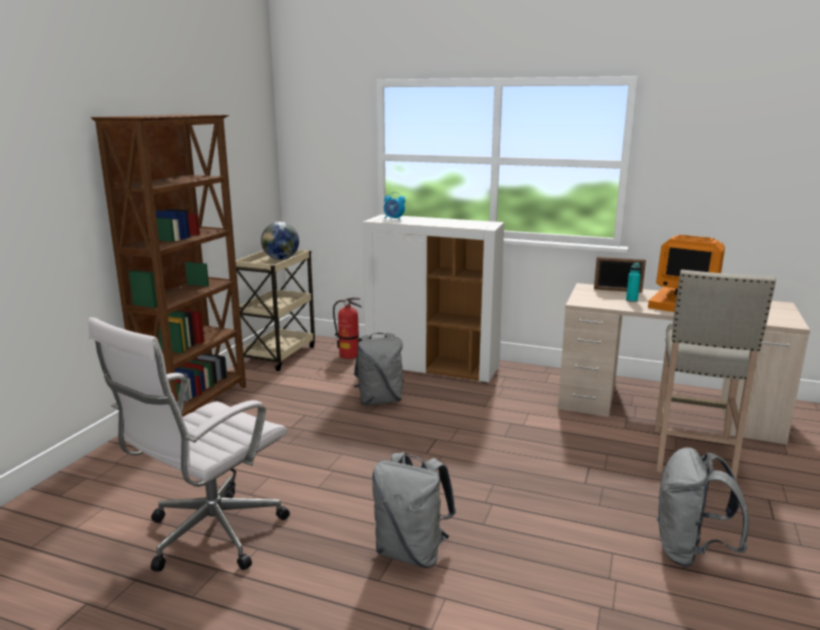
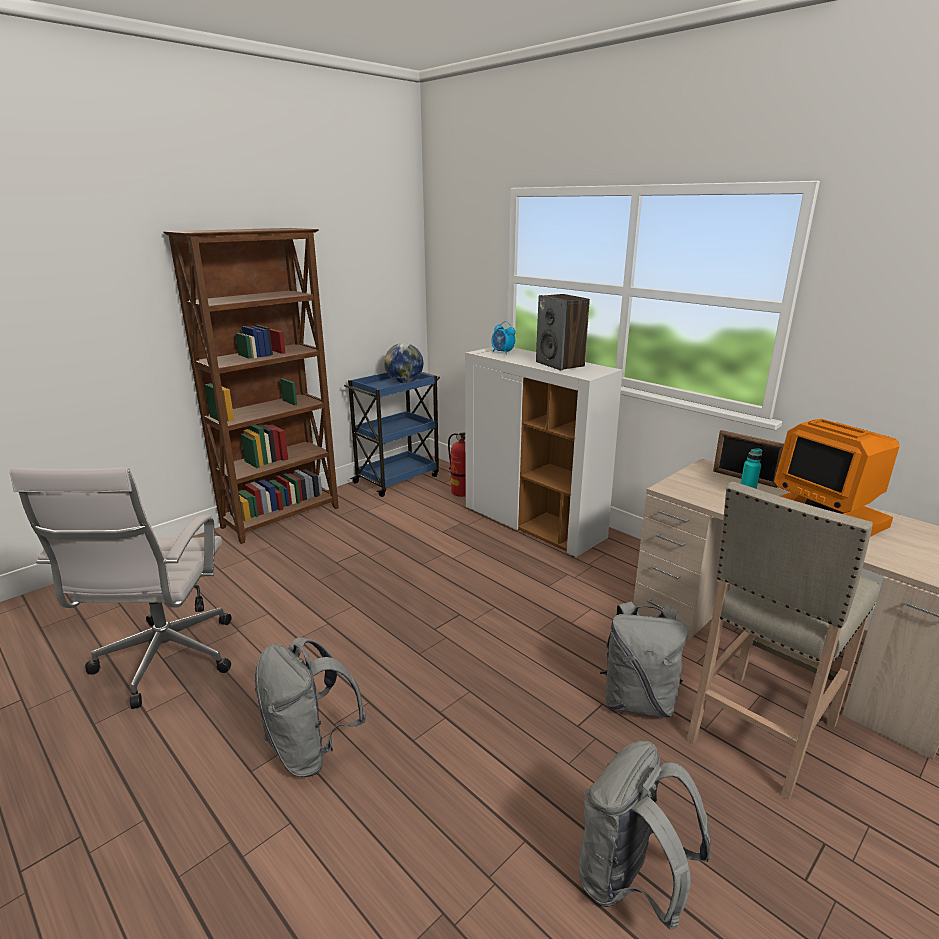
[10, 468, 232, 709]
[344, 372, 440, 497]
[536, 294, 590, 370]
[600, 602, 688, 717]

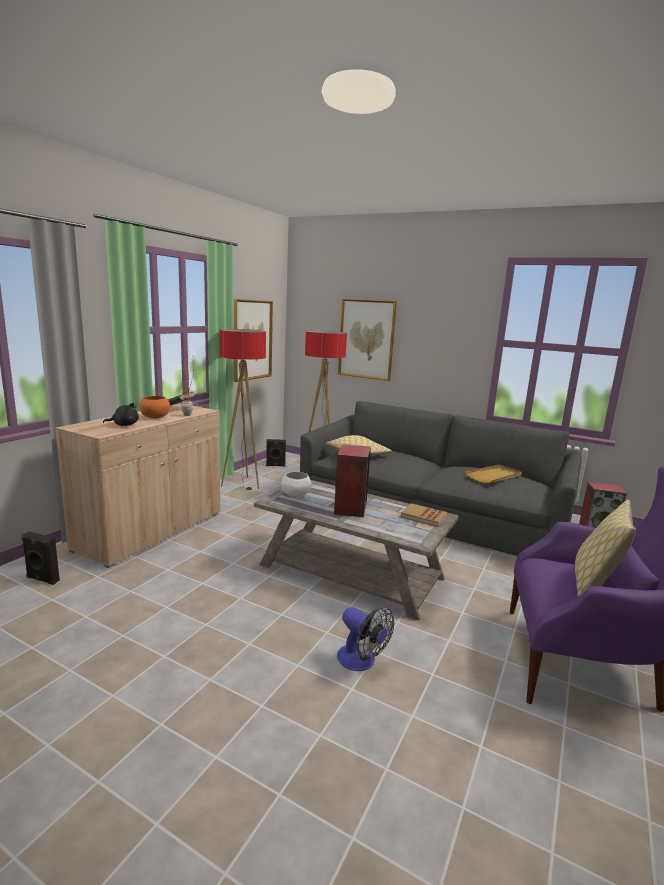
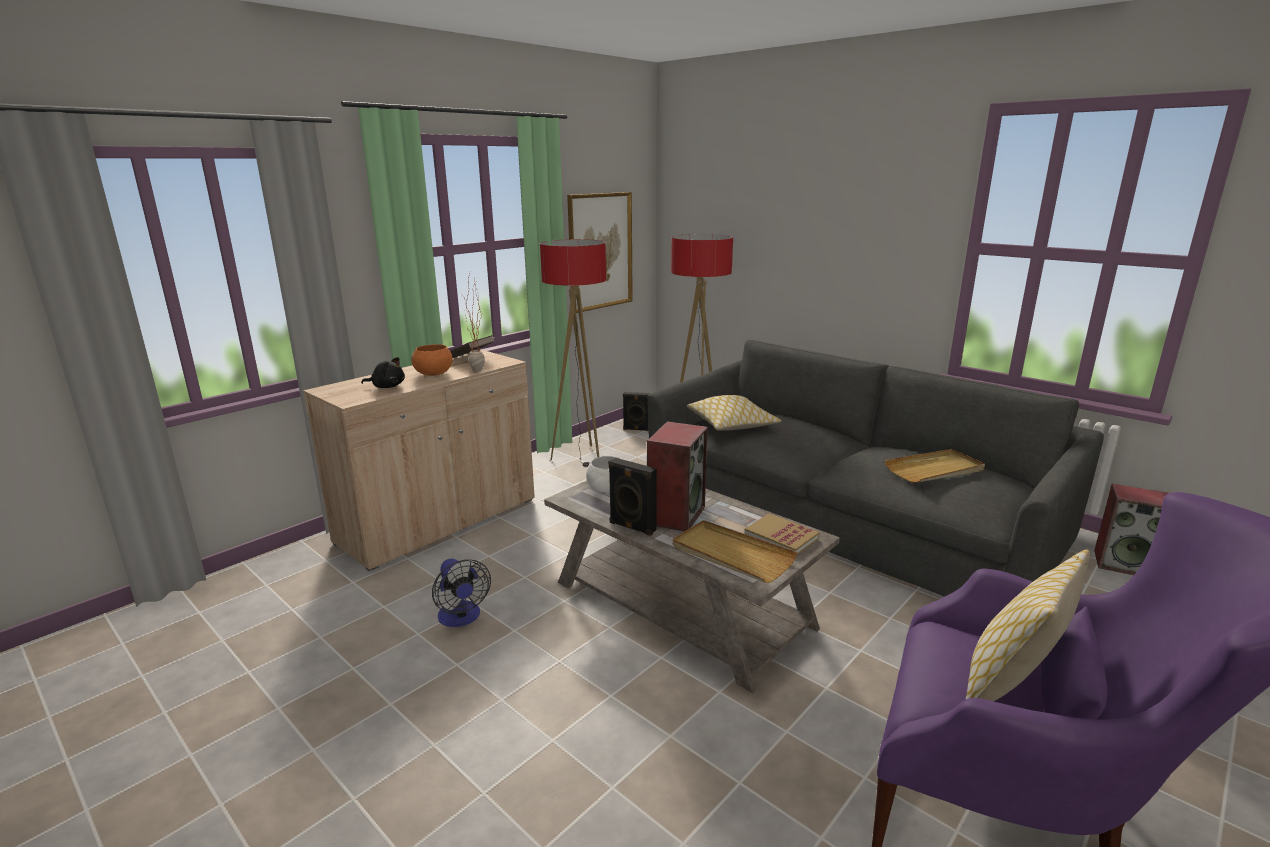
[432, 559, 491, 627]
[608, 458, 657, 536]
[673, 520, 798, 583]
[338, 298, 397, 381] (first image)

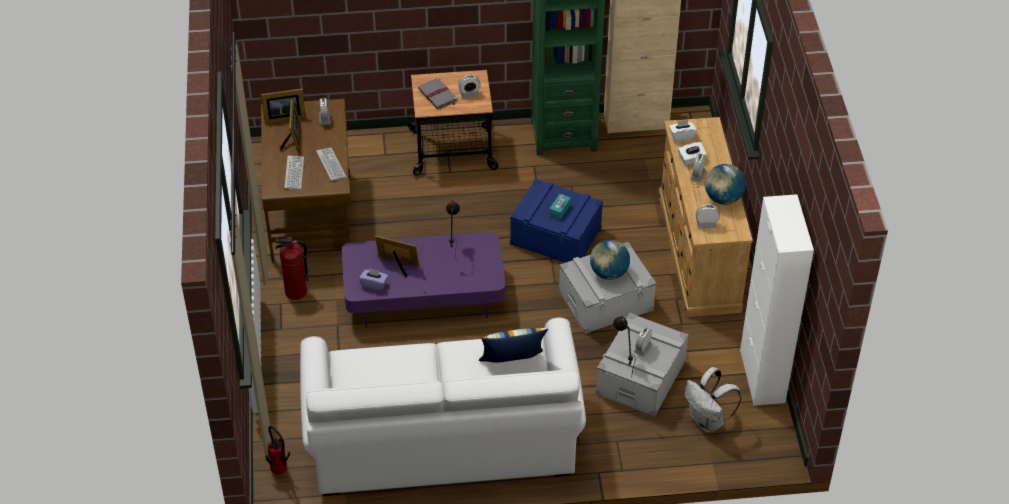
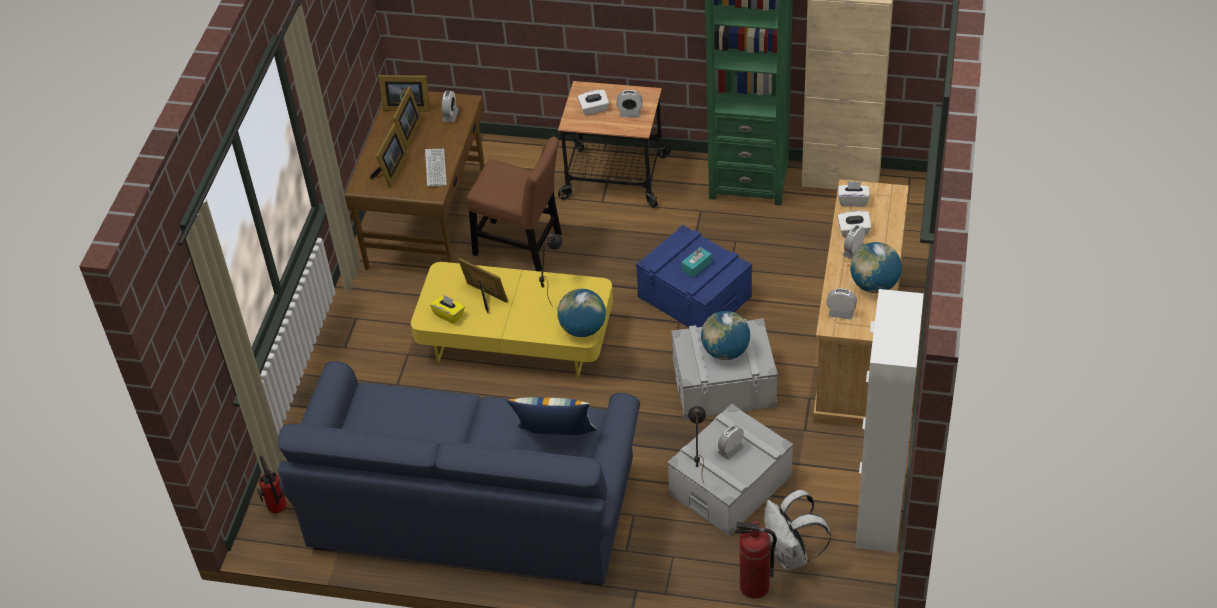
[278, 361, 640, 586]
[370, 123, 408, 188]
[411, 262, 613, 379]
[430, 295, 465, 324]
[467, 136, 562, 272]
[557, 289, 606, 337]
[578, 90, 609, 115]
[734, 521, 777, 599]

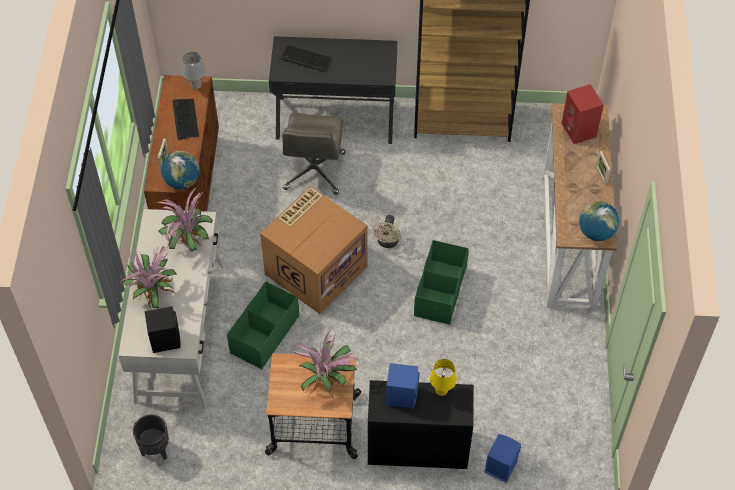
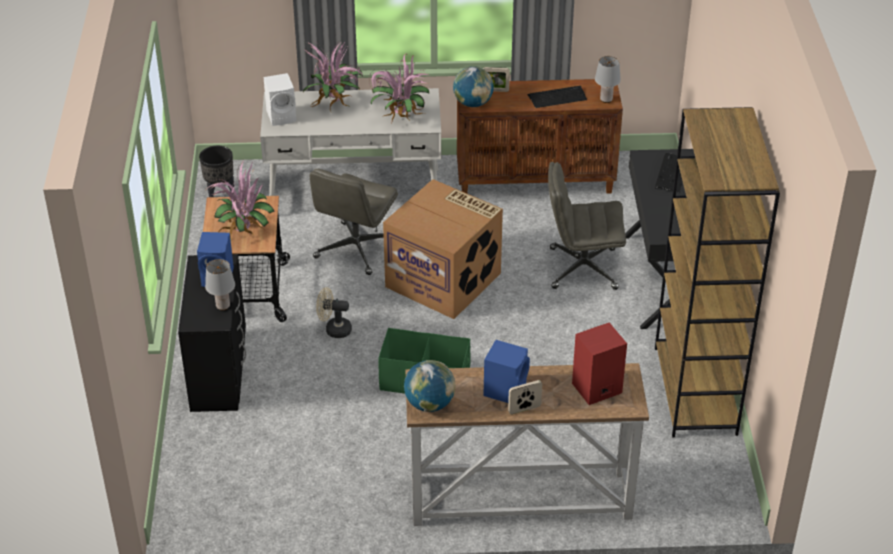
[205, 259, 235, 310]
[264, 73, 296, 126]
[310, 169, 398, 275]
[316, 287, 352, 338]
[483, 340, 530, 403]

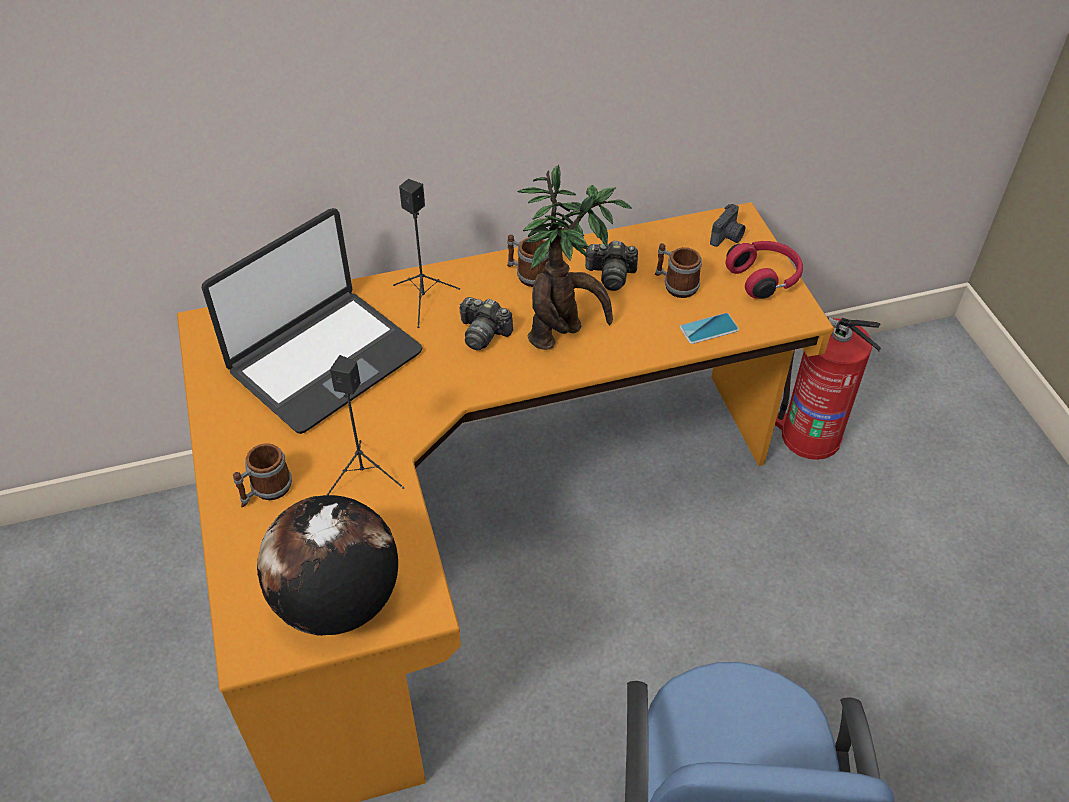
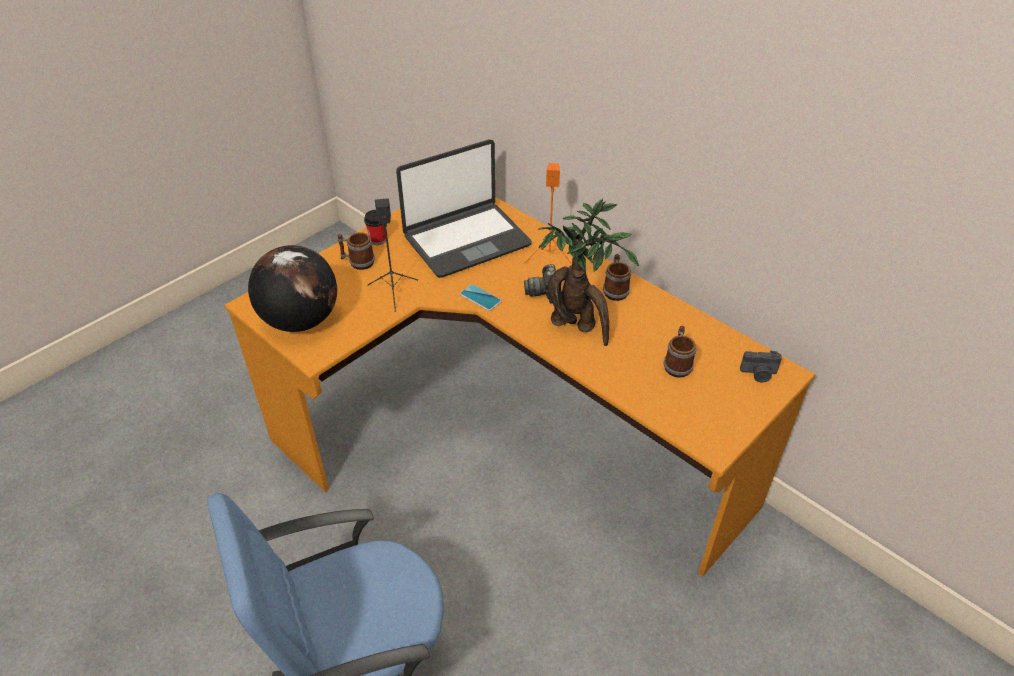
[364, 210, 386, 245]
[396, 140, 532, 278]
[460, 284, 502, 311]
[524, 163, 572, 265]
[585, 240, 638, 291] (first image)
[726, 241, 803, 299] (first image)
[775, 317, 881, 460] (first image)

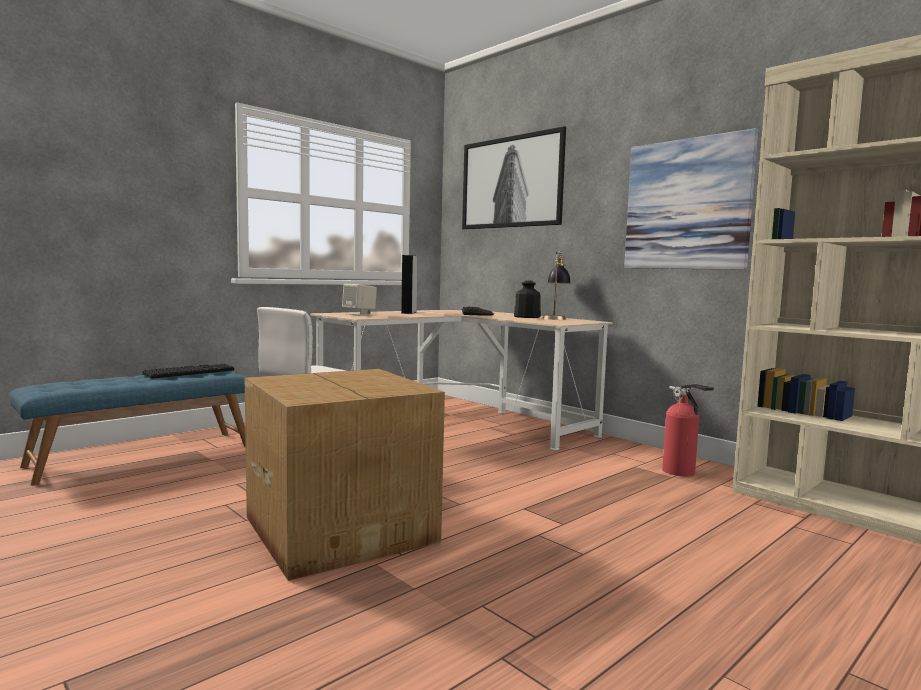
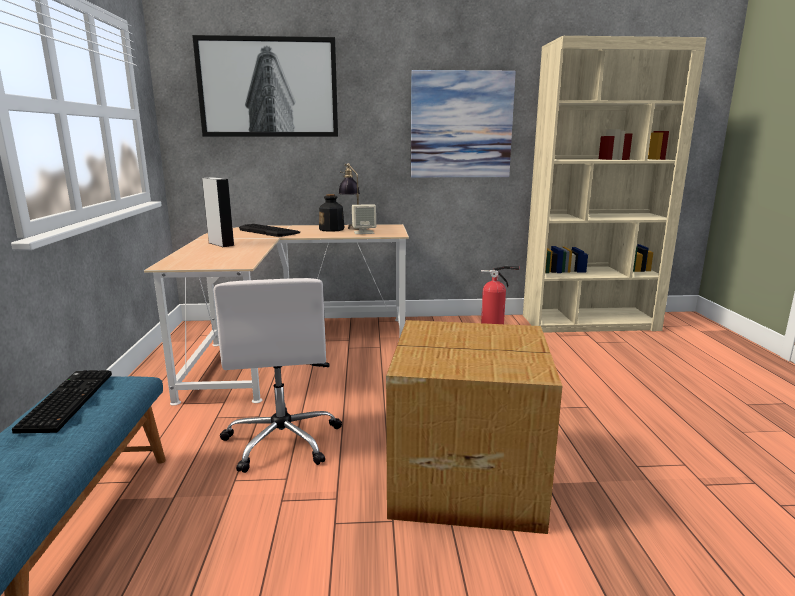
[352, 204, 376, 234]

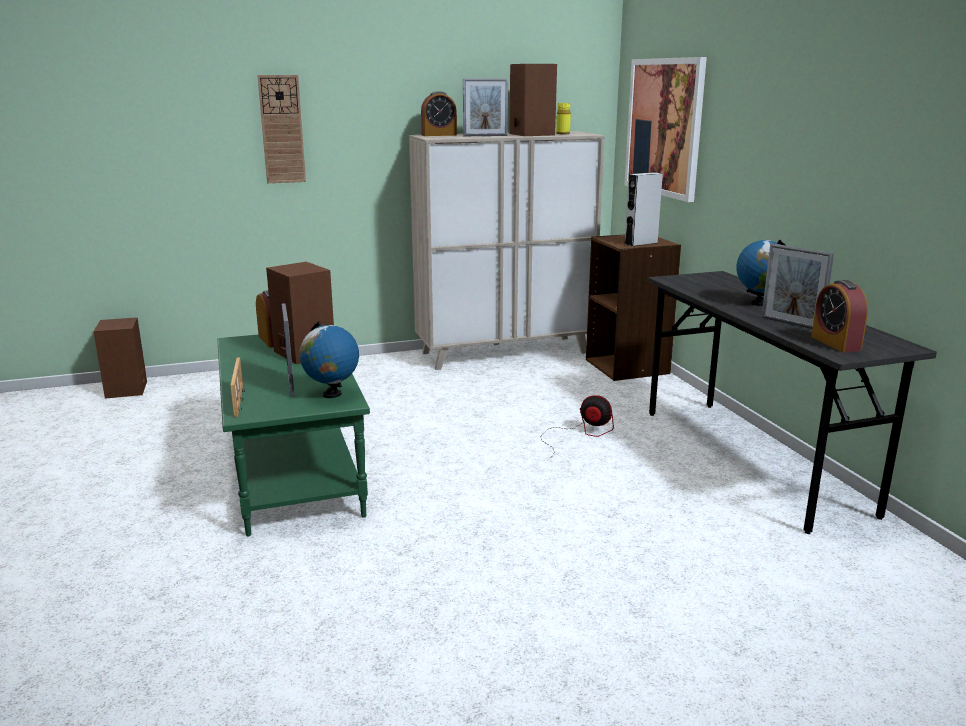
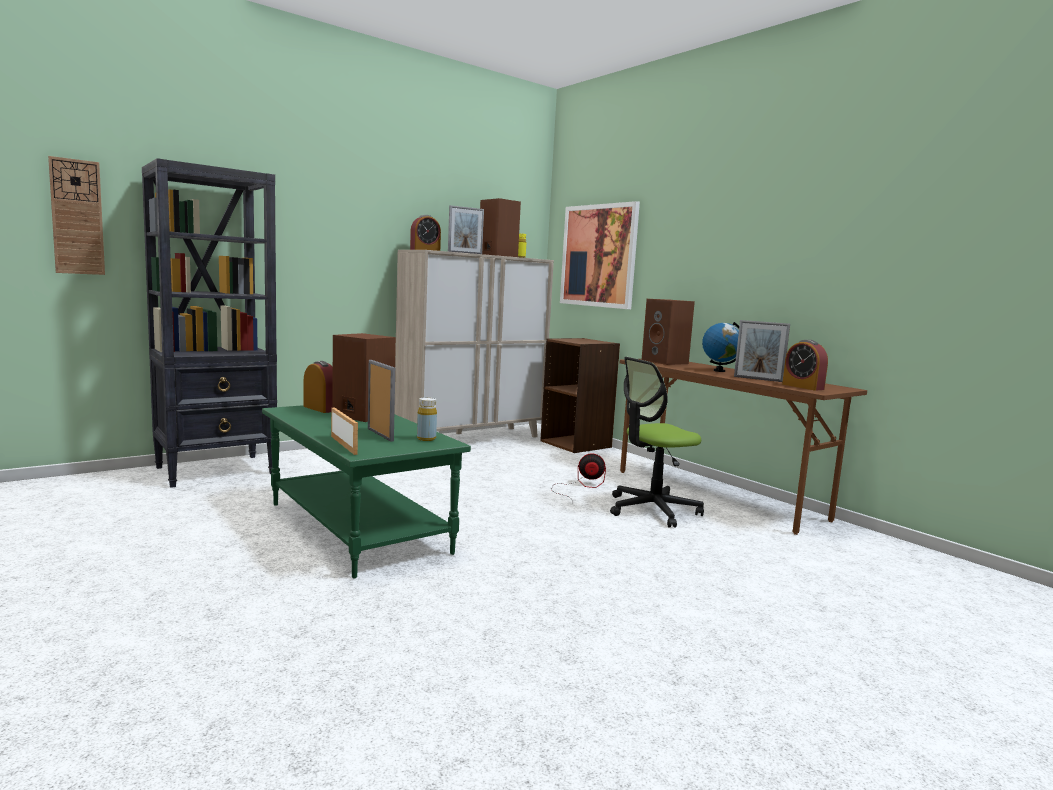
[48, 156, 105, 275]
[142, 158, 277, 488]
[417, 397, 437, 441]
[610, 357, 704, 528]
[620, 359, 867, 535]
[642, 299, 695, 365]
[625, 172, 663, 247] (first image)

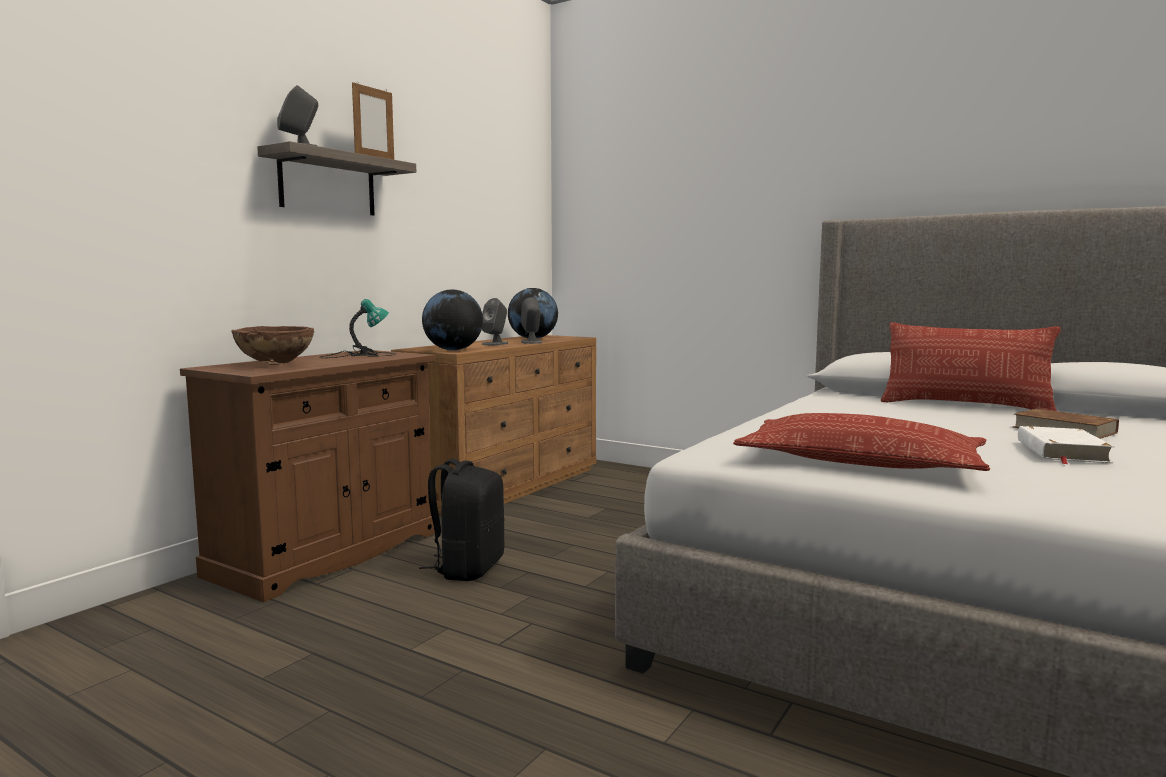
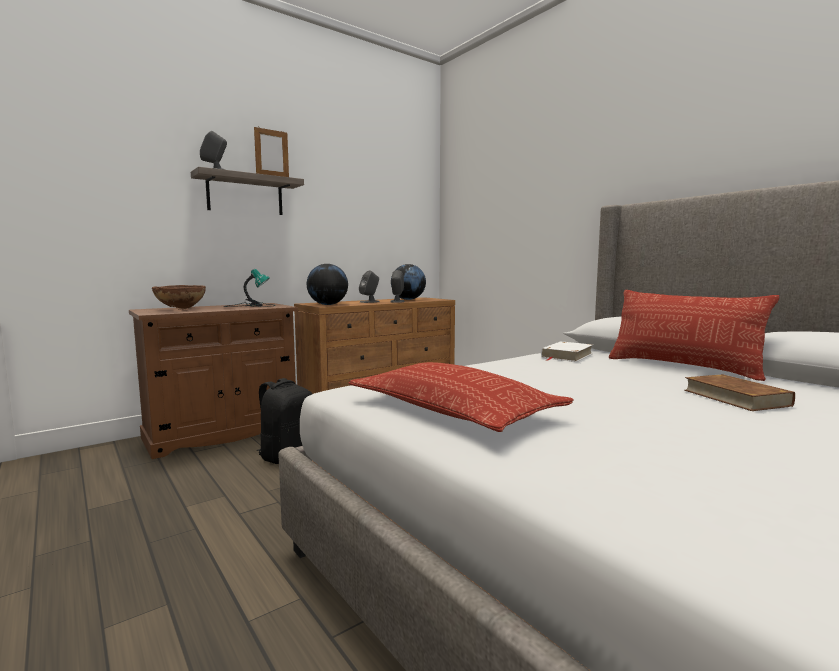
[541, 341, 593, 362]

